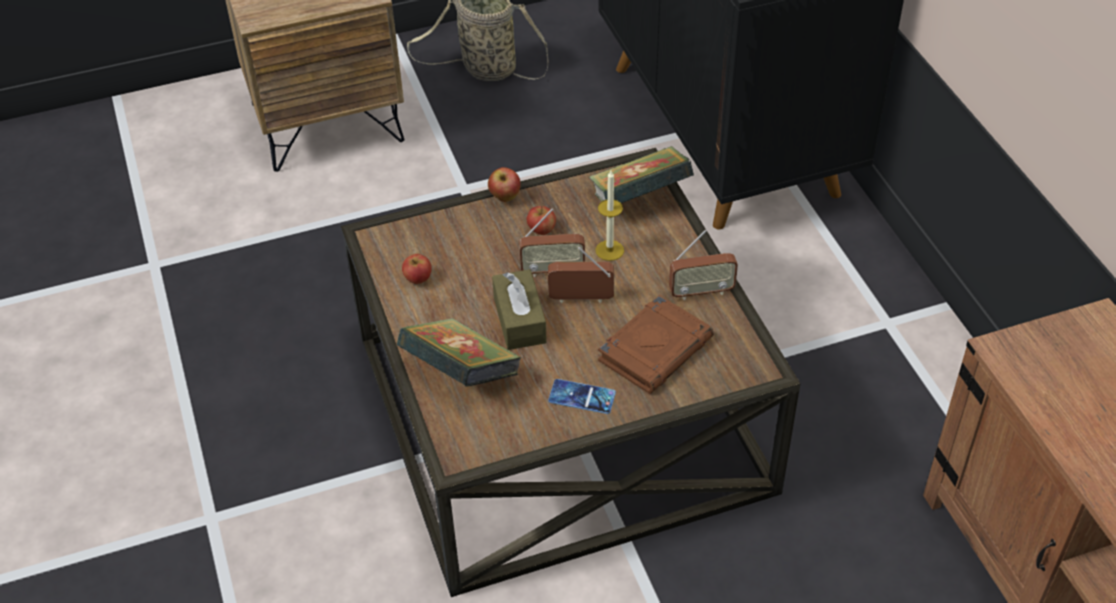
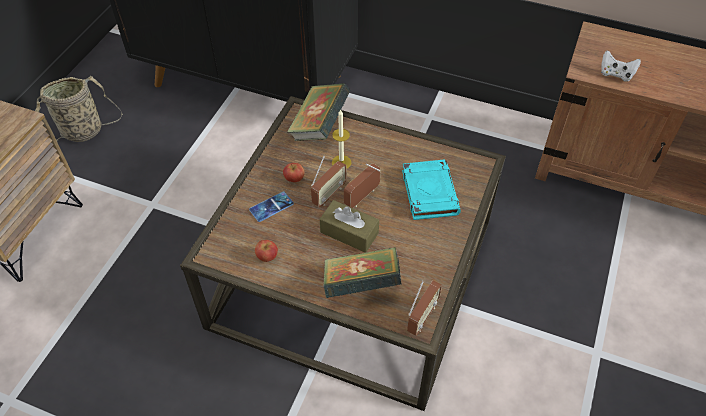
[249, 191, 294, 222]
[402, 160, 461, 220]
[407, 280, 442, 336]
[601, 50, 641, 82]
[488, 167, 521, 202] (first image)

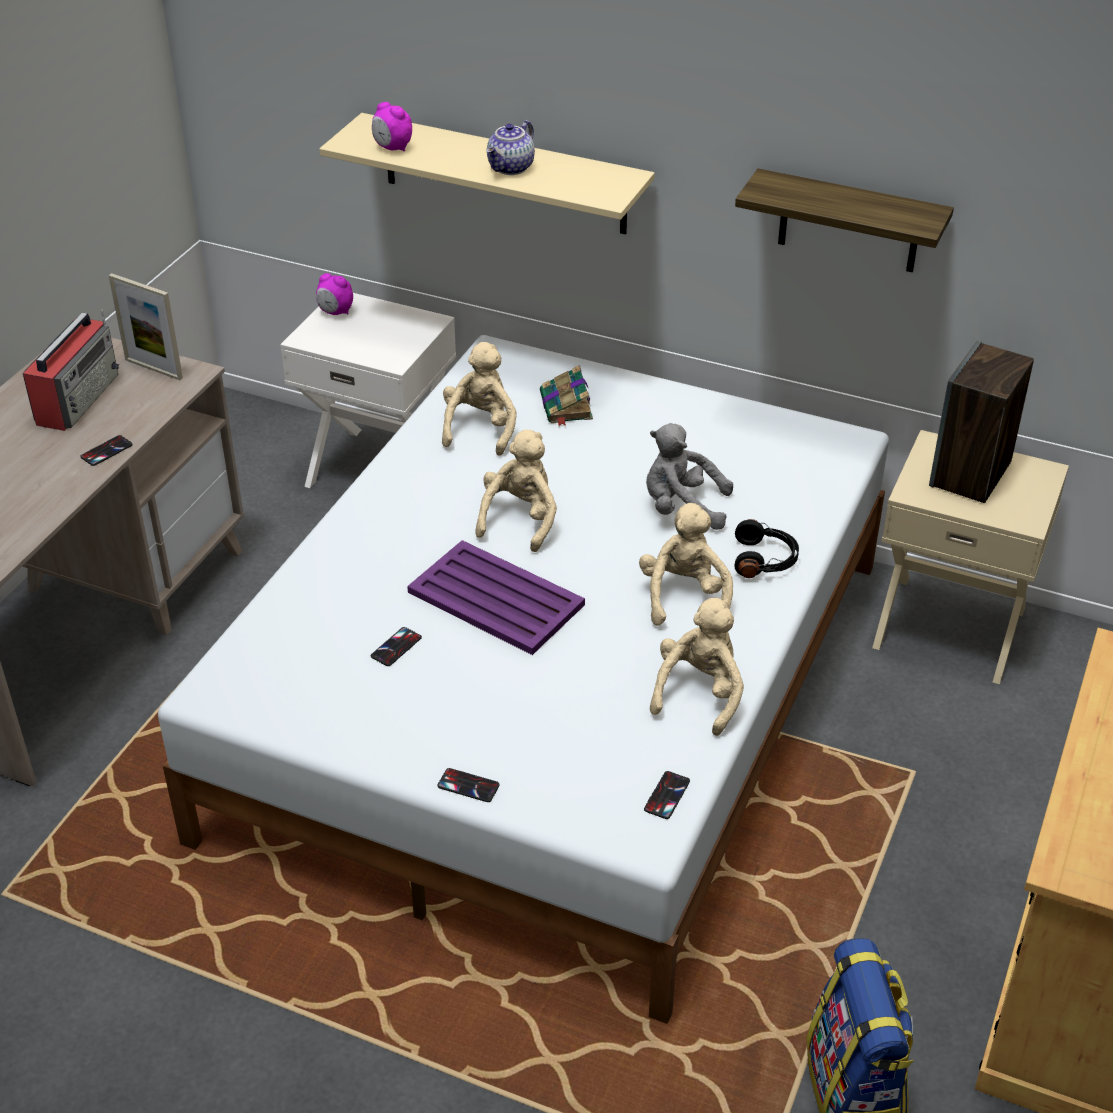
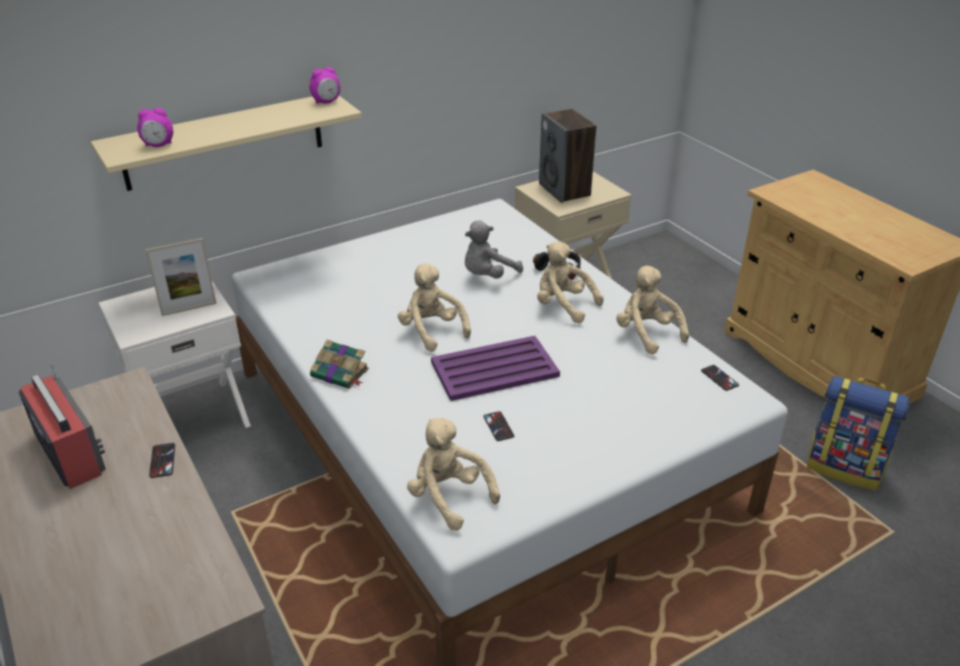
[145, 238, 217, 316]
[310, 67, 340, 104]
[310, 340, 369, 389]
[407, 418, 500, 531]
[437, 768, 500, 802] (first image)
[486, 120, 535, 175] (first image)
[735, 169, 954, 272] (first image)

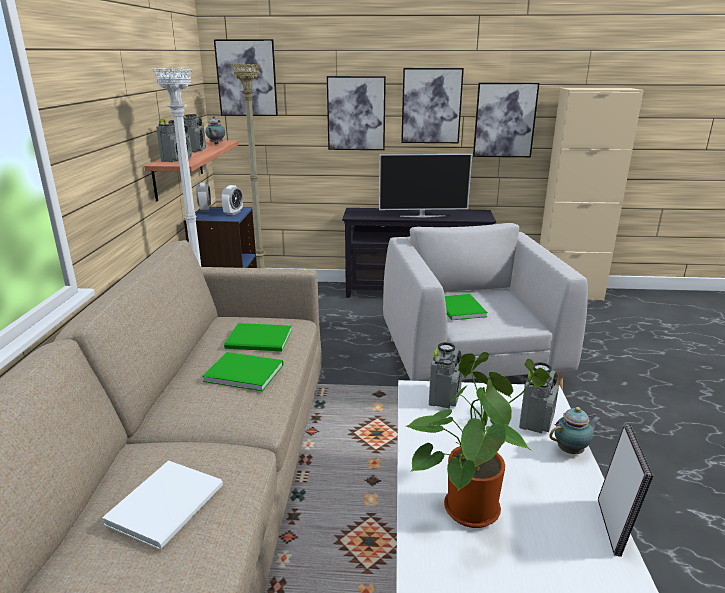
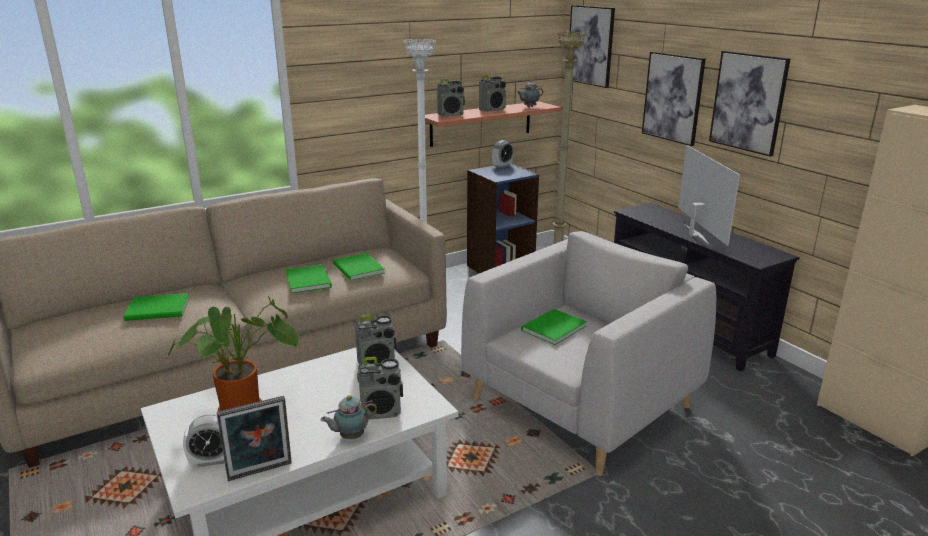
[123, 293, 190, 321]
[183, 415, 225, 467]
[321, 395, 377, 439]
[678, 145, 740, 246]
[473, 83, 540, 157] (first image)

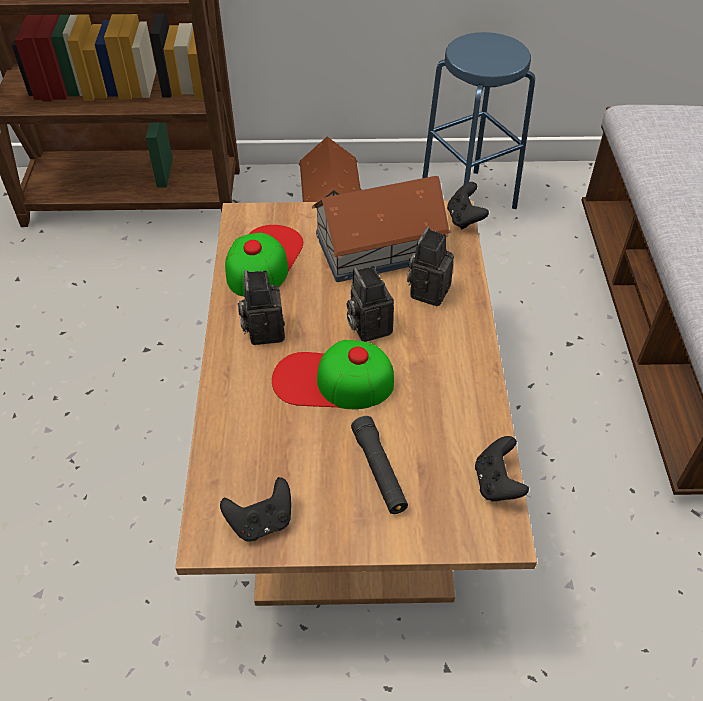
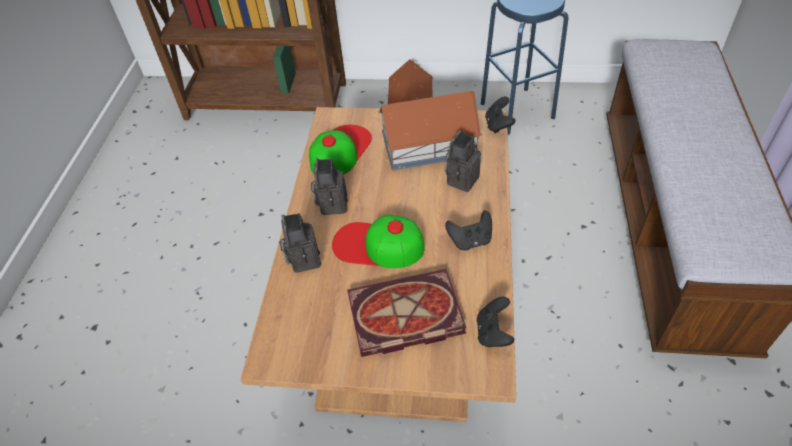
[279, 213, 321, 273]
[347, 269, 466, 357]
[445, 211, 492, 250]

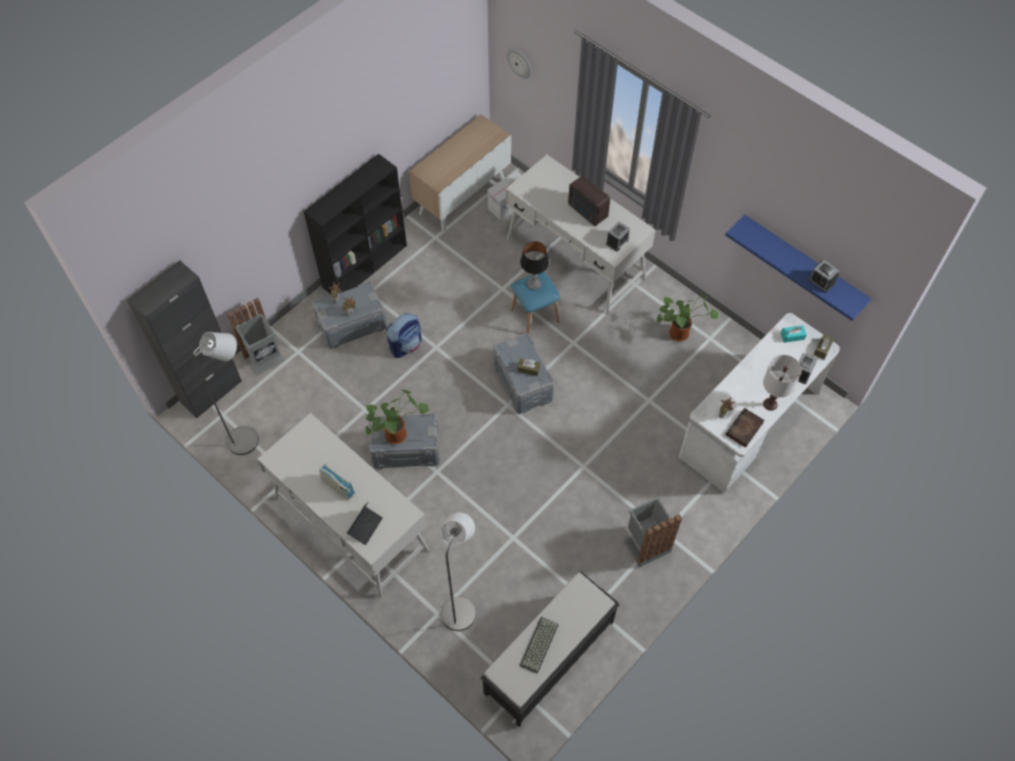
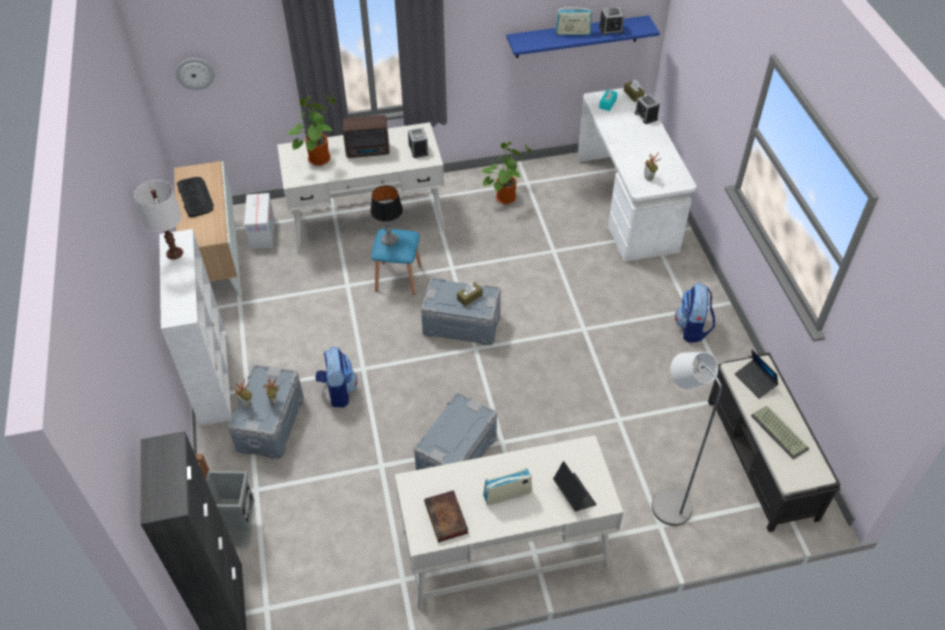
[134, 180, 183, 260]
[159, 229, 231, 426]
[177, 177, 213, 217]
[287, 95, 336, 166]
[424, 490, 468, 542]
[555, 6, 592, 35]
[675, 283, 715, 343]
[735, 350, 778, 399]
[192, 332, 259, 455] (first image)

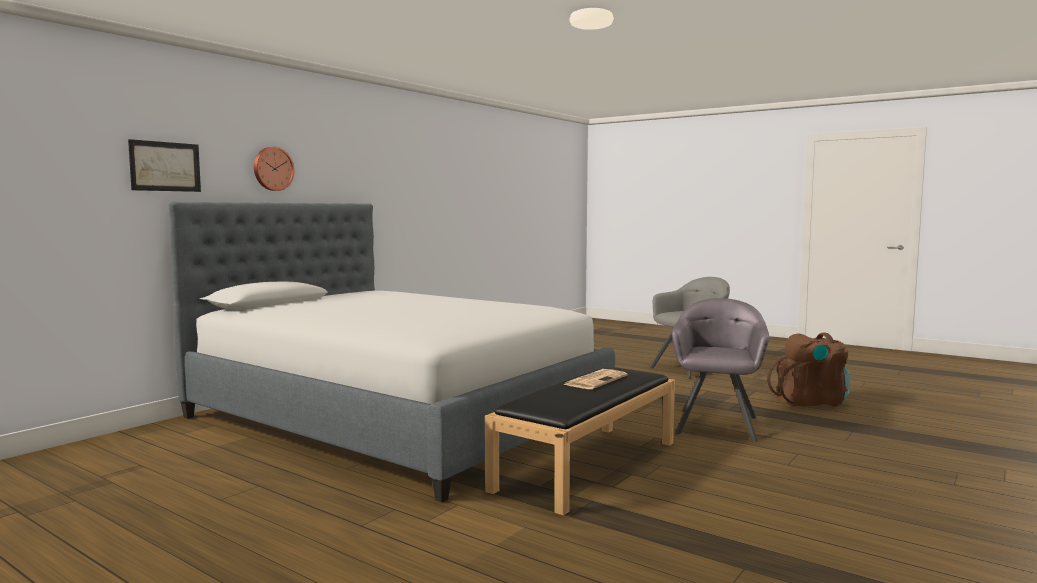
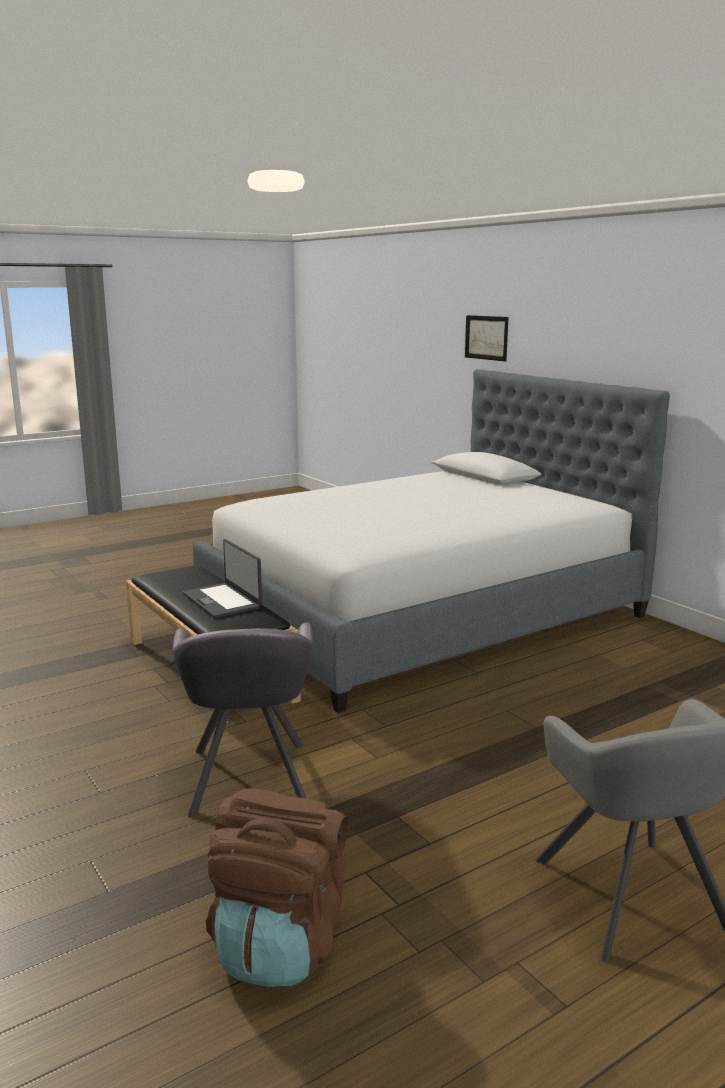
[173, 623, 313, 817]
[182, 539, 262, 618]
[254, 147, 295, 191] (first image)

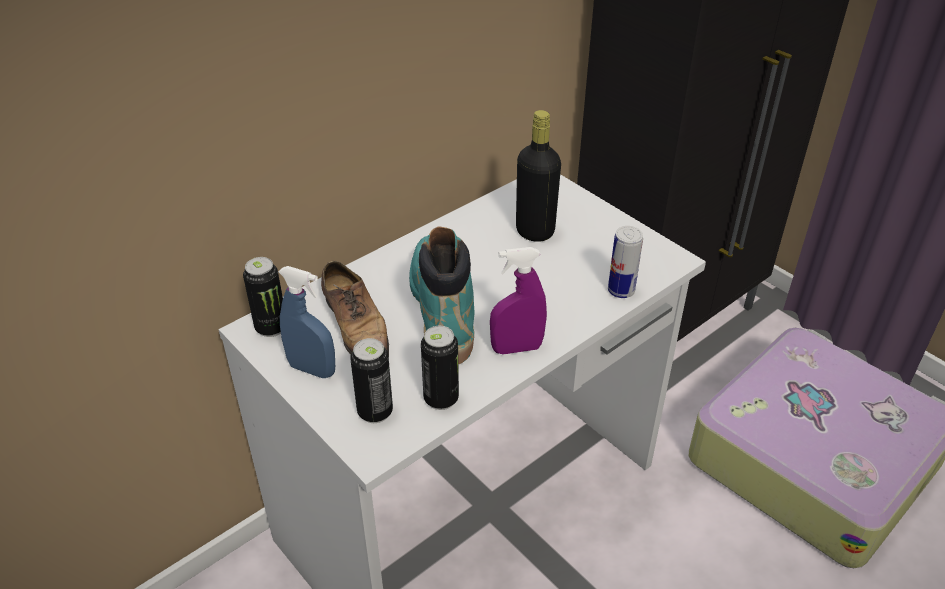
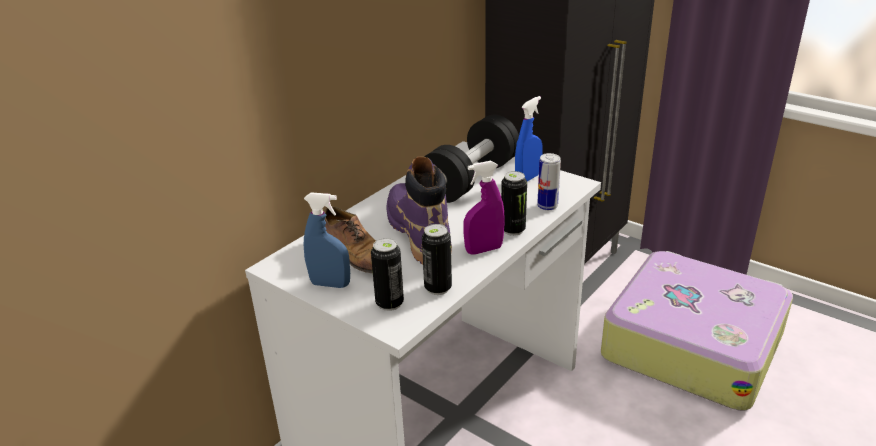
[387, 157, 452, 264]
[424, 115, 519, 203]
[501, 171, 527, 236]
[515, 96, 543, 181]

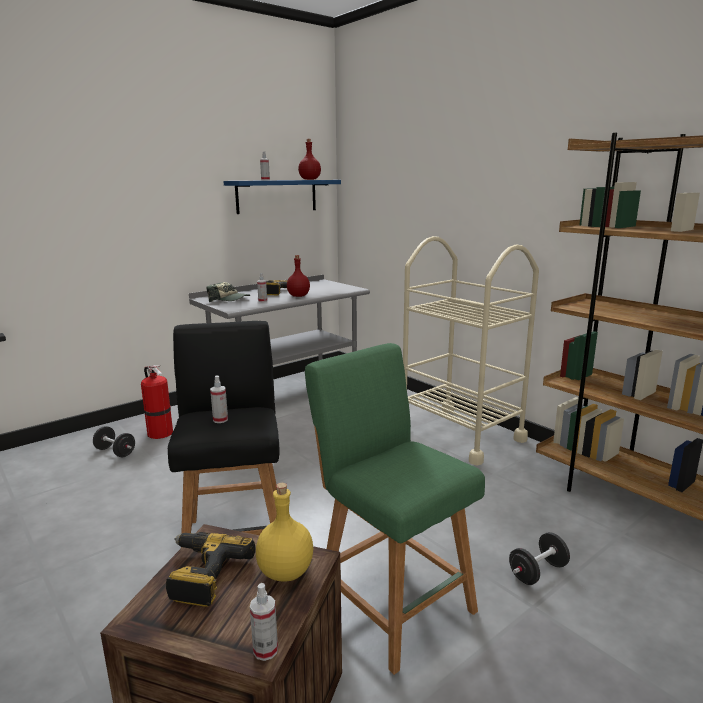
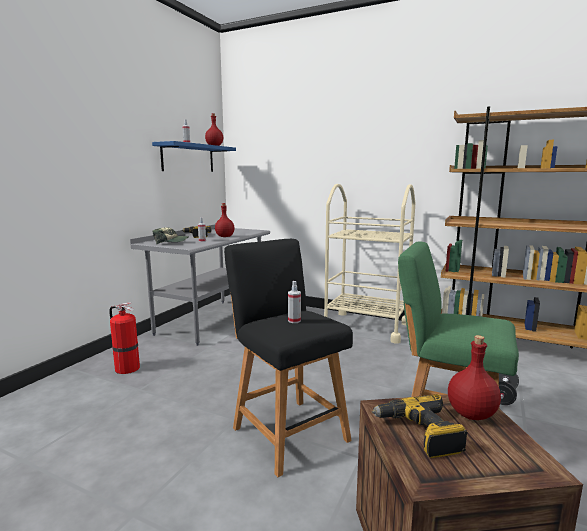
[448, 335, 501, 420]
[93, 426, 135, 457] (first image)
[250, 583, 278, 661] (first image)

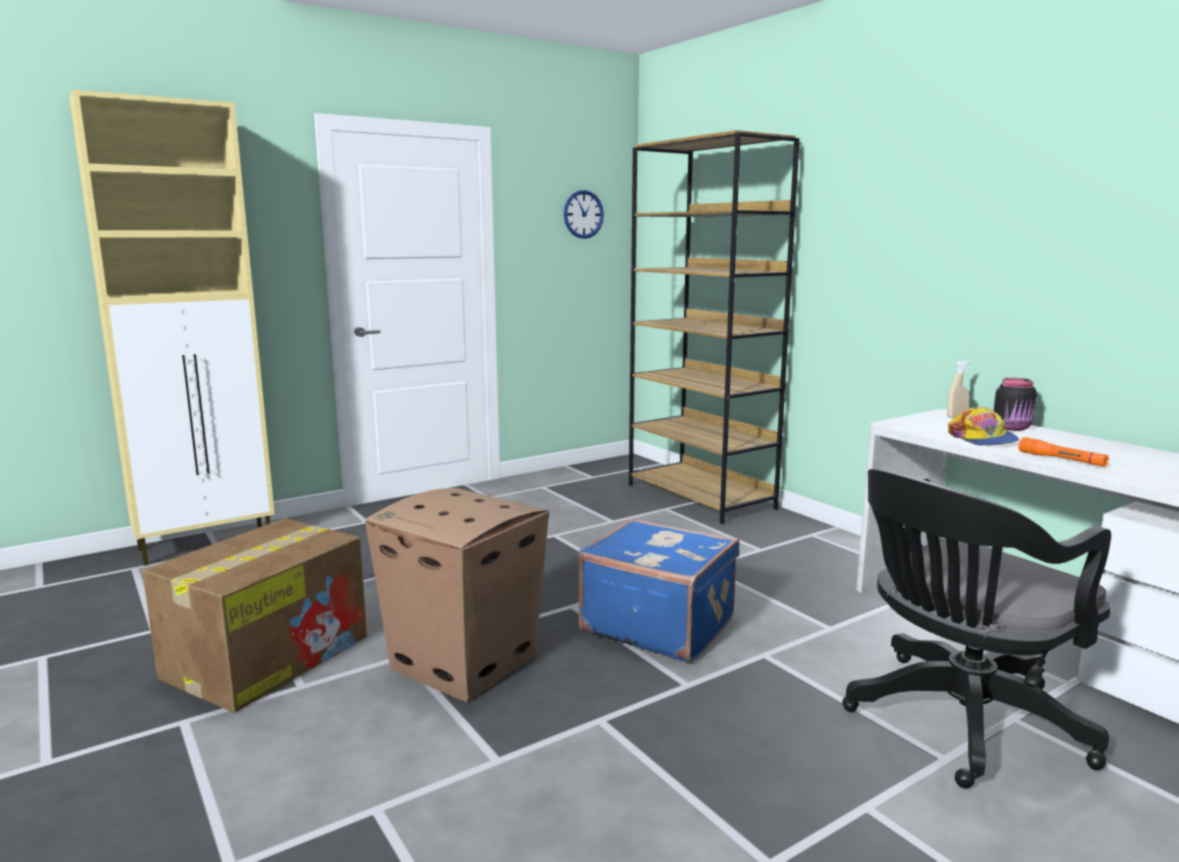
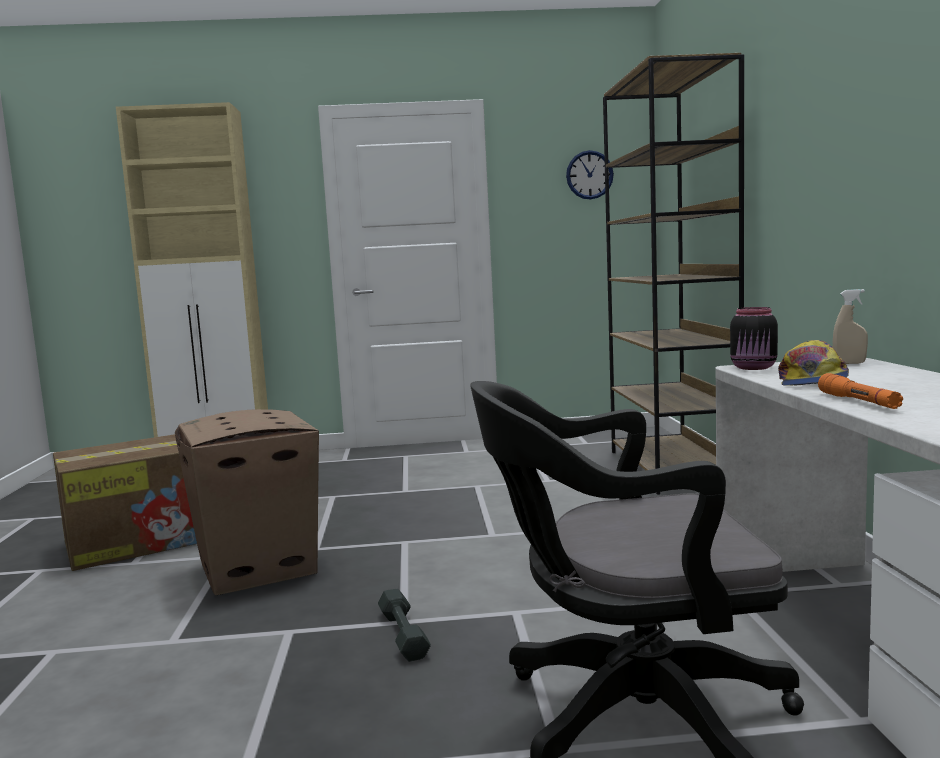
[378, 589, 431, 662]
[730, 307, 778, 370]
[578, 518, 739, 663] (first image)

